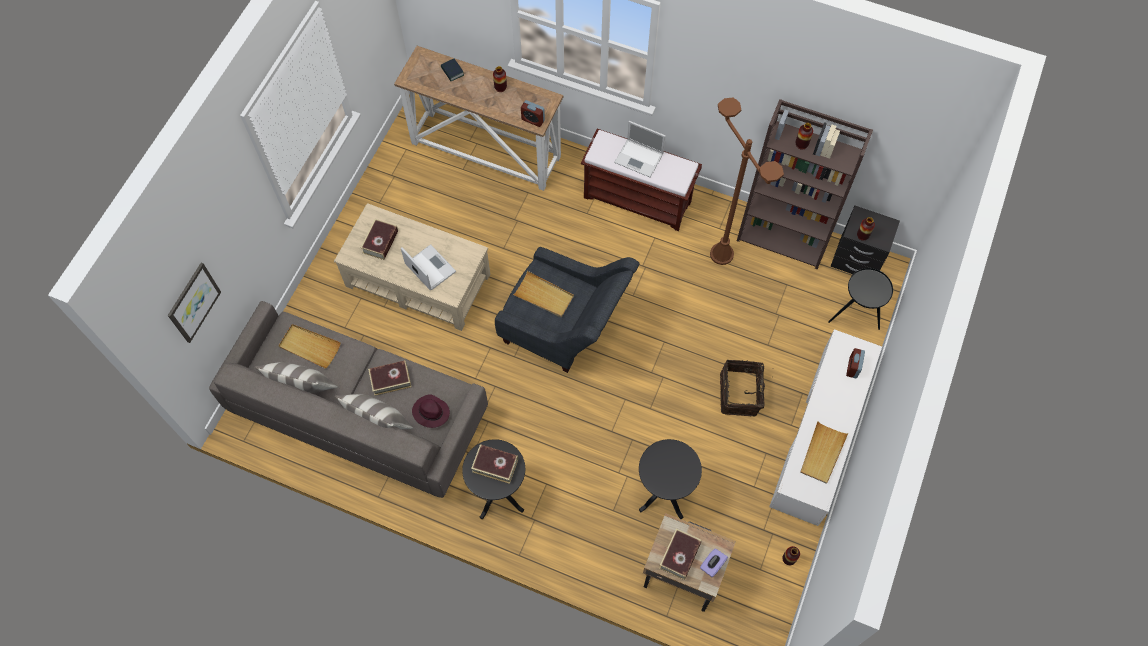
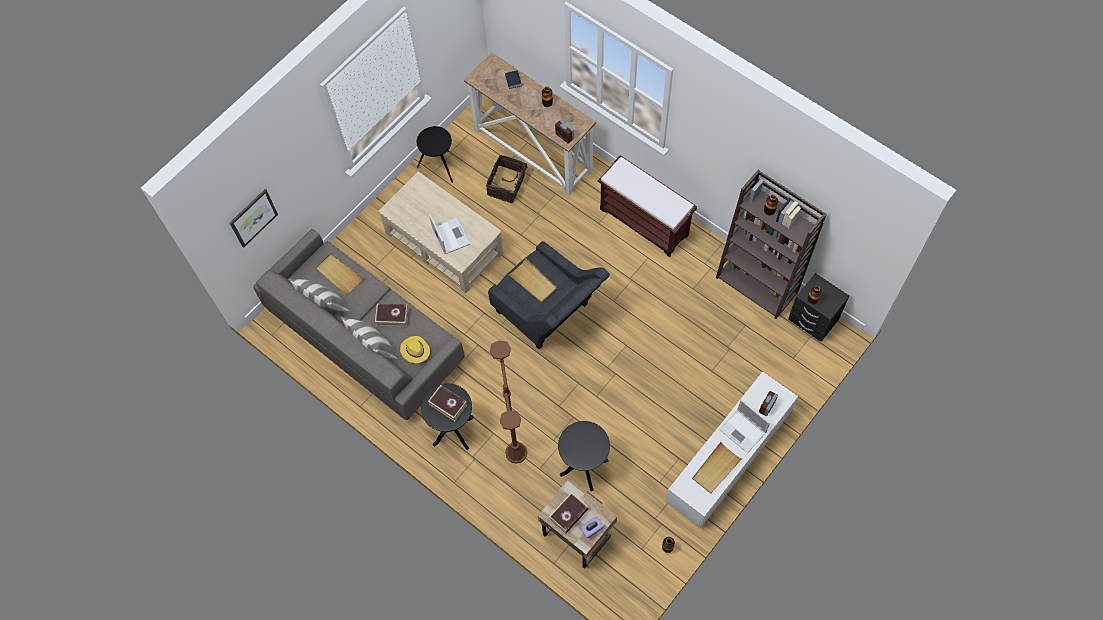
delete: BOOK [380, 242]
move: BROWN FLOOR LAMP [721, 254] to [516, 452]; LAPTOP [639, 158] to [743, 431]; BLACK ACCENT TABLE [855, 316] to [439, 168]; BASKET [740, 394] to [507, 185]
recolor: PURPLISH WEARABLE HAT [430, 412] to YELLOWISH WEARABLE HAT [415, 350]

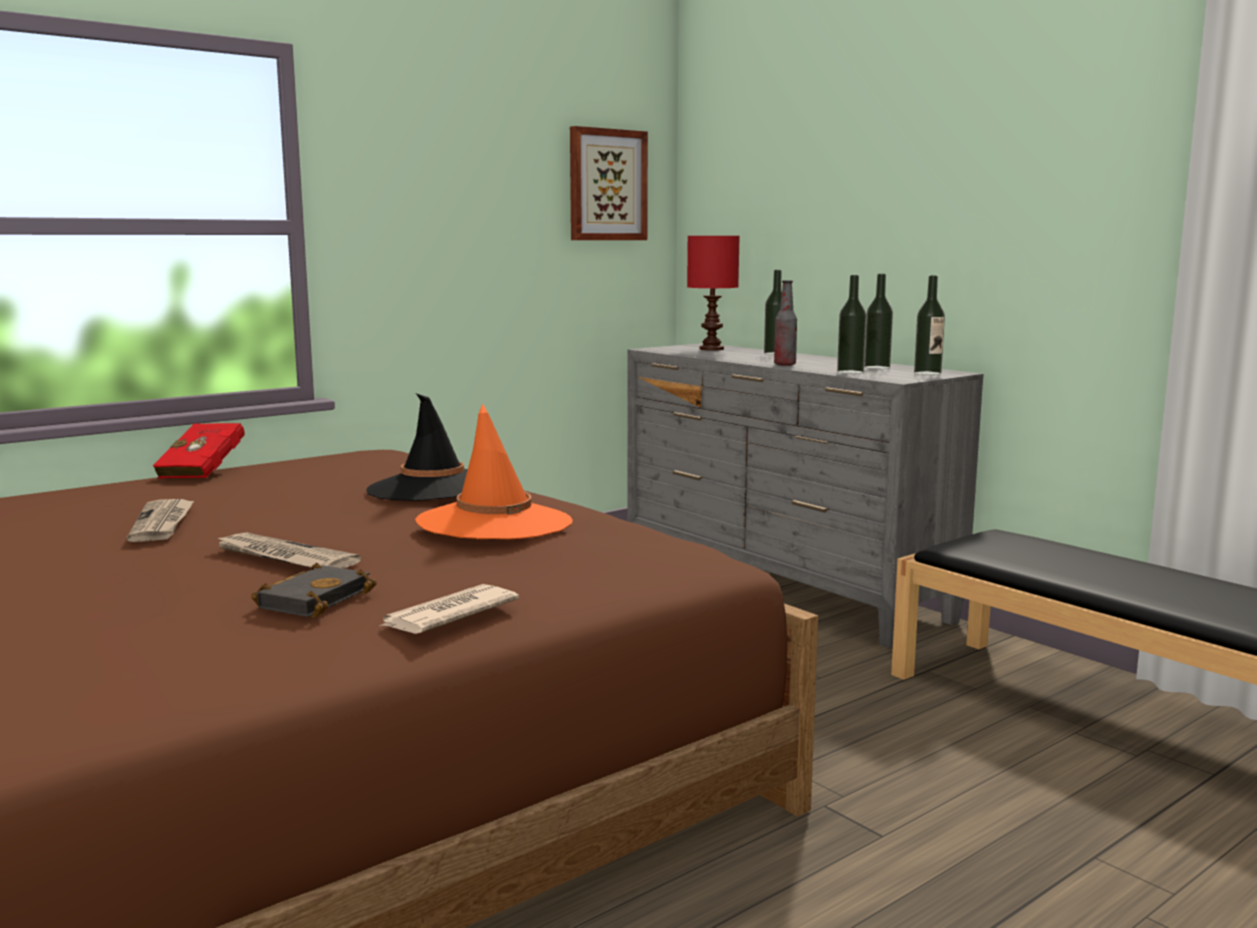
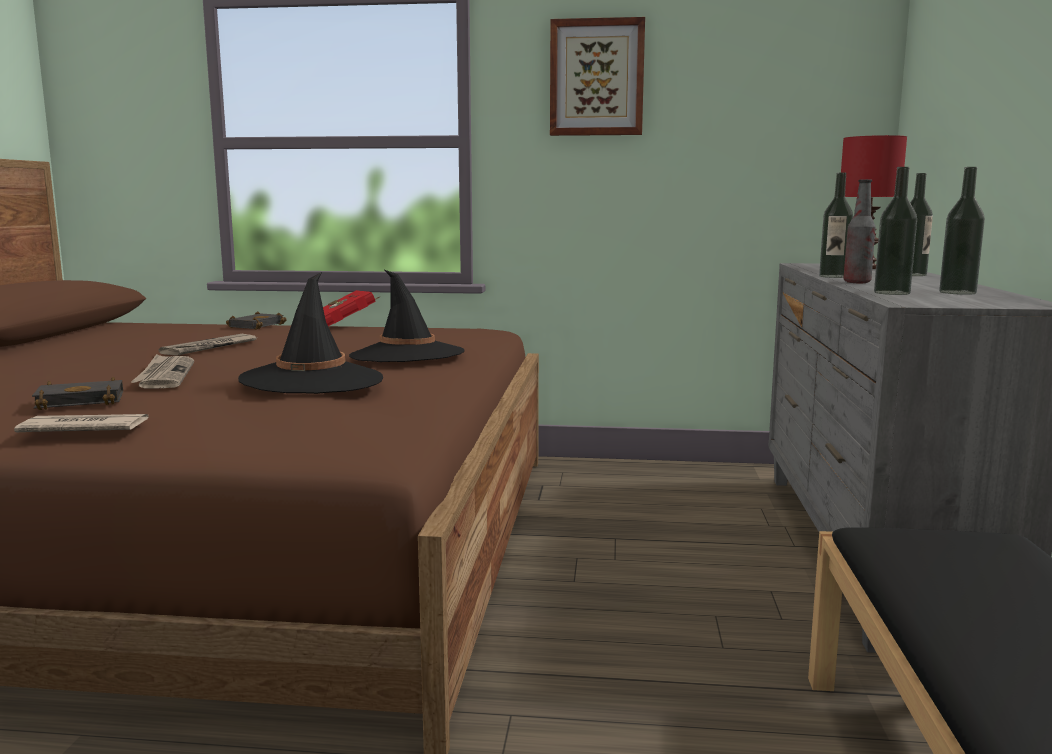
insert: BLACK BOOK [256, 325]
move: WALL PICTURE [607, 185] to [596, 78]; BEVERAGE BOTTLE [927, 373] to [833, 276]
recolor: ORANGEY WEARABLE HAT [494, 523] to BLACK WEARABLE HAT [312, 380]

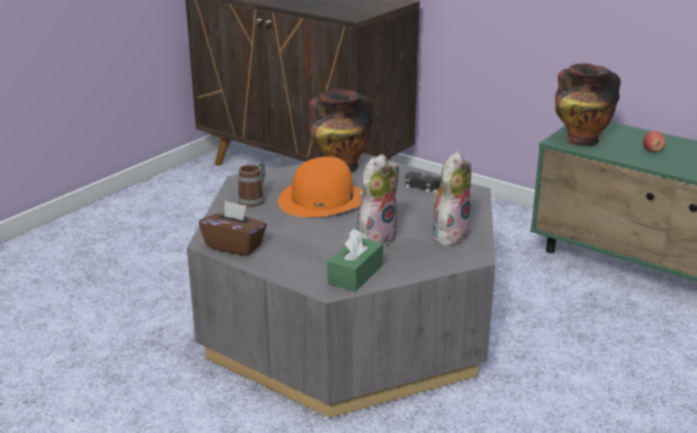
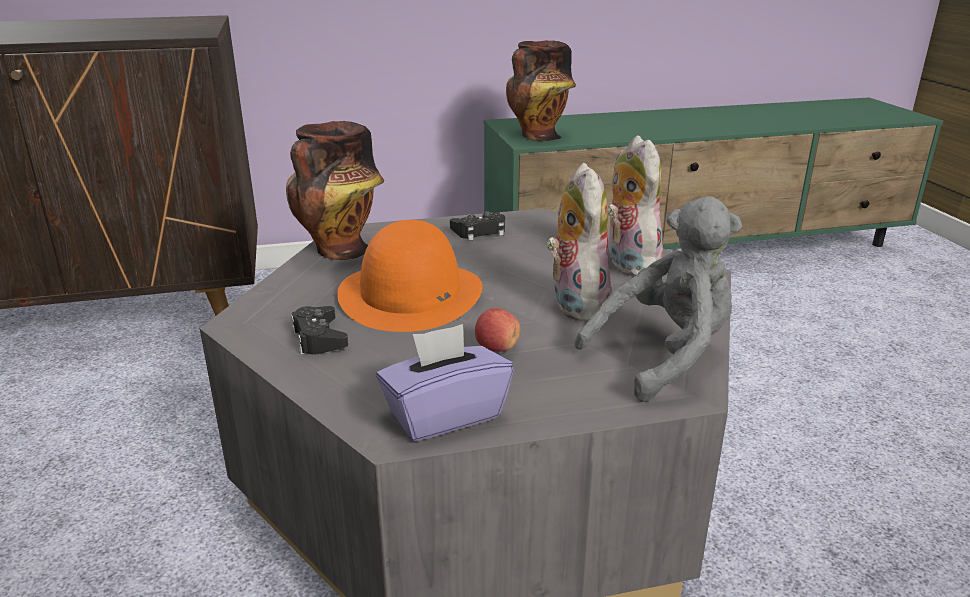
move: APPLE FRUIT [652, 151] to [497, 348]
replace: MUG [254, 199] to BLACK GAME CONTROLLER [319, 338]; GREENISH BOX OF TISSUES [355, 274] to GREYISH PLUSH TOY [664, 356]
recolor: BROWN BOX OF TISSUES [234, 246] to PURPLISH BOX OF TISSUES [444, 415]

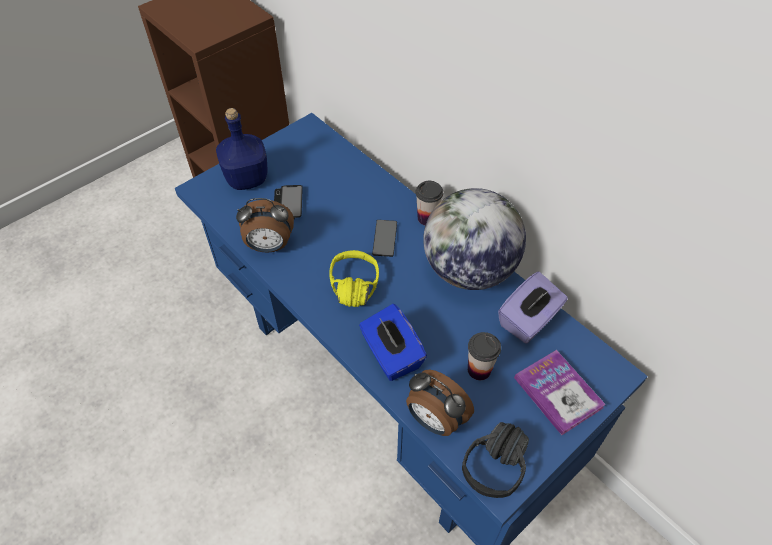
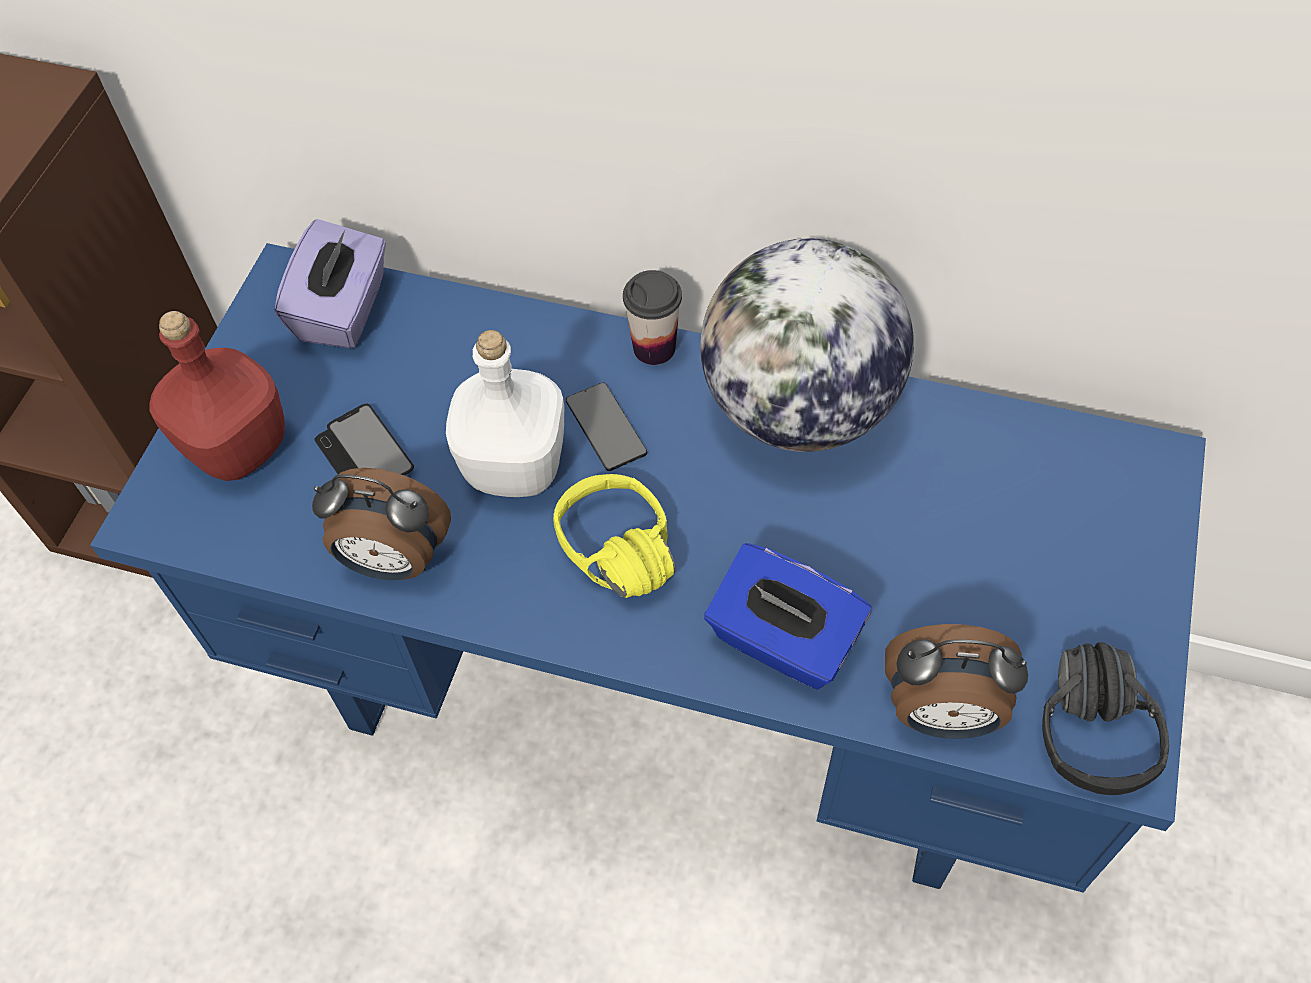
delete: DRINKING CUP [479, 369]; BOOK [558, 392]
insert: WHITE BEVERAGE BOTTLE [515, 468]
move: PURPLISH BOX OF TISSUES [529, 320] to [344, 310]
recolor: BLUE BEVERAGE BOTTLE [246, 178] to RED-COLOURED BEVERAGE BOTTLE [236, 446]
rotate: BEDSIDE CLOCK [269, 246] = [393, 561] 45 degrees clockwise

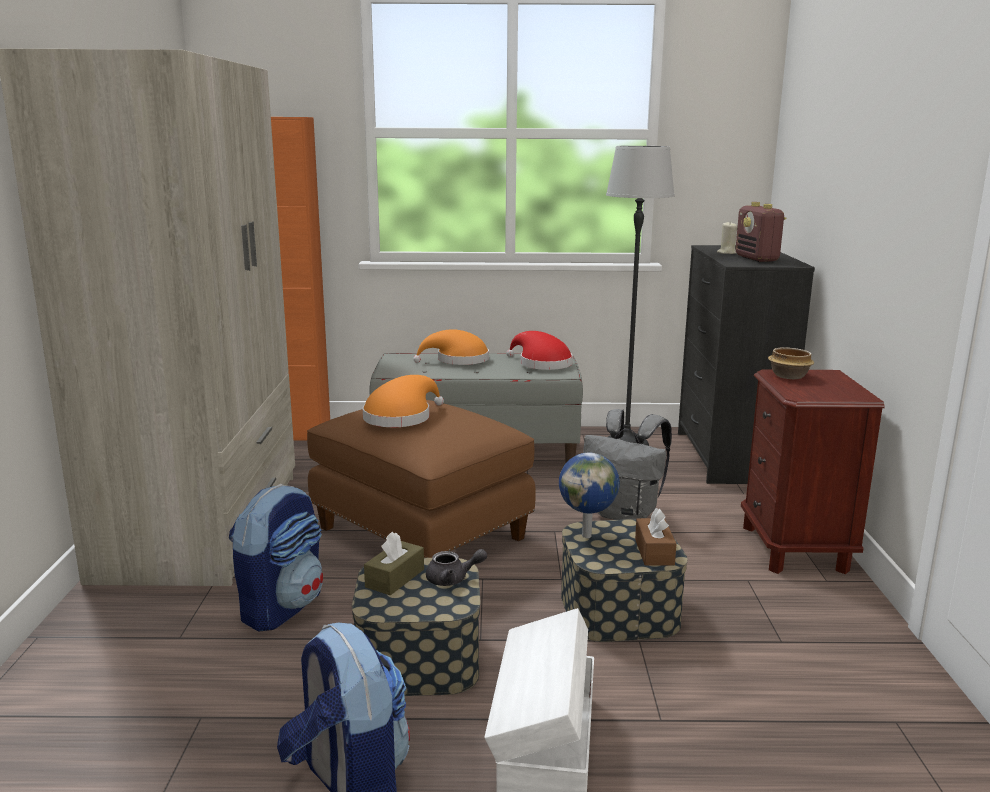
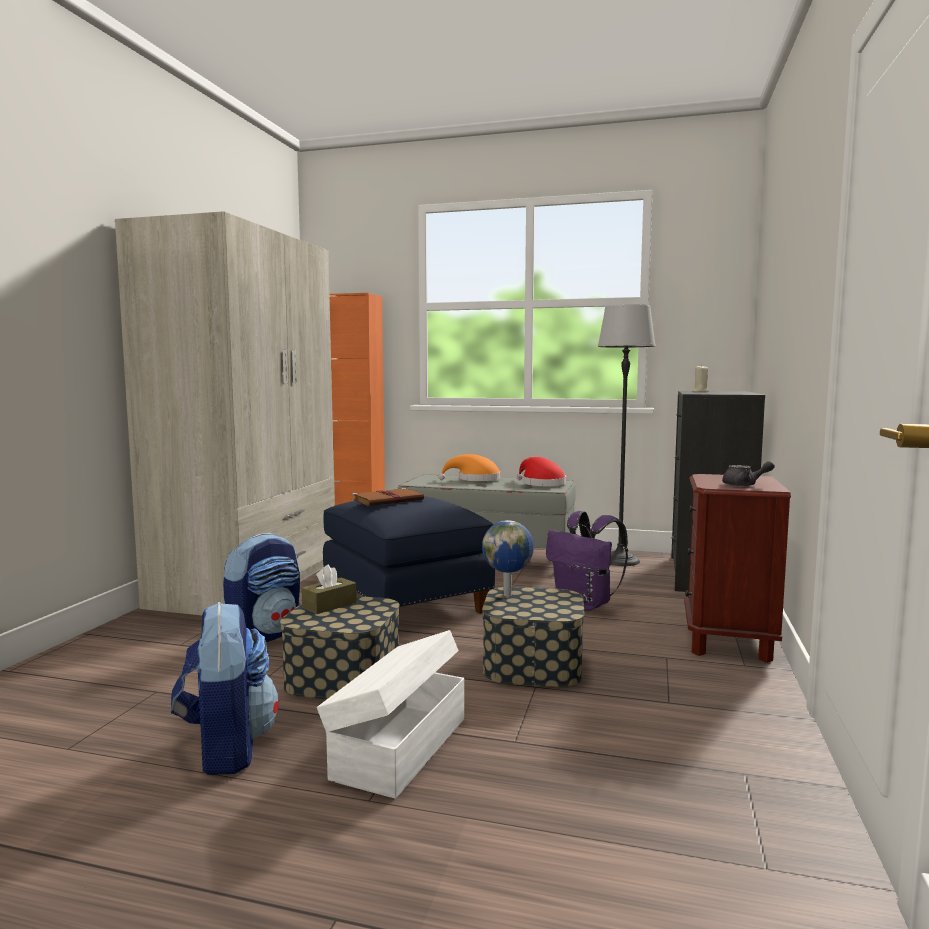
delete: RADIO RECEIVER [757, 259]; BOWL [788, 376]; BROWN BOX OF TISSUES [654, 552]
move: GREYISH TEAPOT [452, 579] to [744, 485]
replace: ORANGEY WEARABLE HAT [401, 417] to BROWN BOOK [389, 500]
recolor: BROWN OTTOMAN [419, 533] to BLUE OTTOMAN [403, 602]; GREYISH RUCKSACK [626, 514] to PURPLISH RUCKSACK [585, 605]

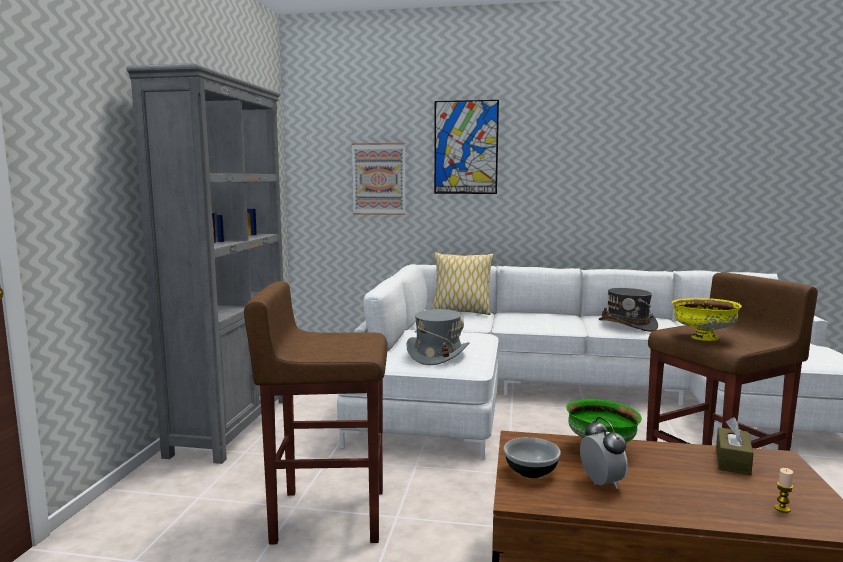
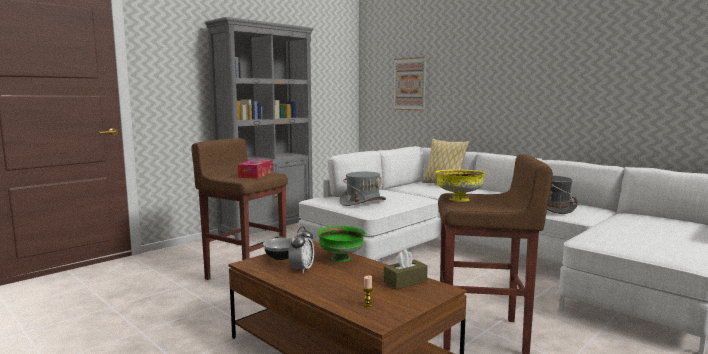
delete: WALL PICTURE [466, 147]
insert: BOX OF TISSUES [256, 175]

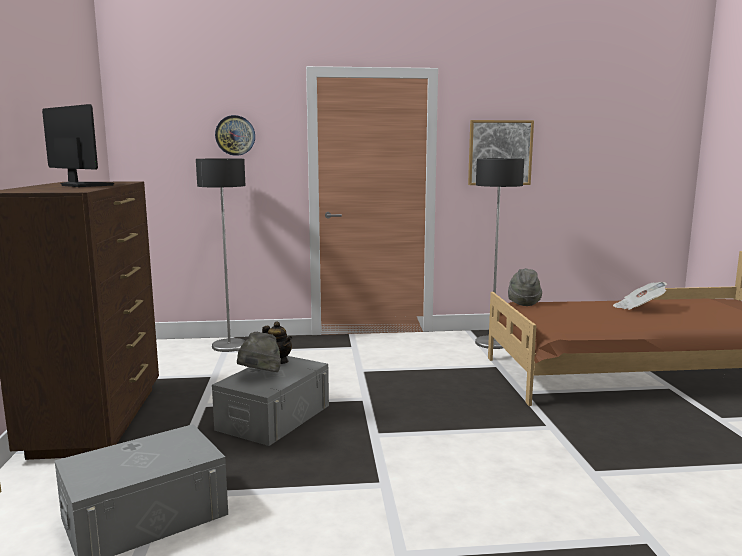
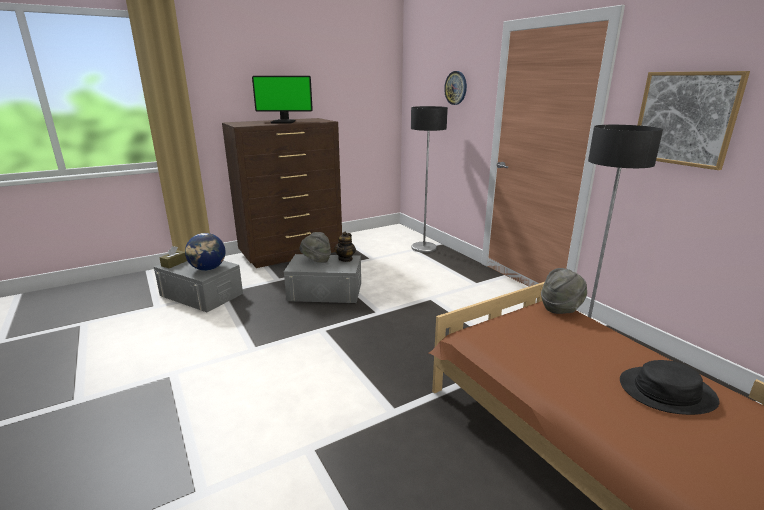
insert: DESK GLOBE [208, 269]; BROWN BOX OF TISSUES [174, 263]
replace: DAILY PAPER [638, 308] to BLACK WEARABLE HAT [666, 391]
rotate: COMPUTER SCREEN [84, 185] = [284, 122] 75 degrees clockwise

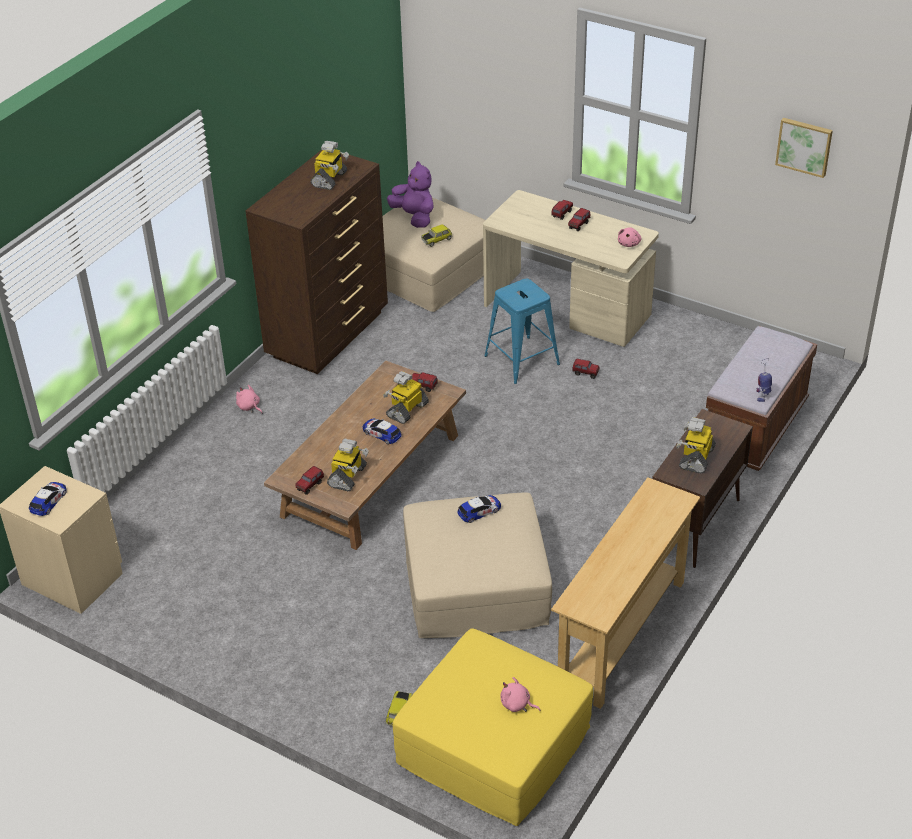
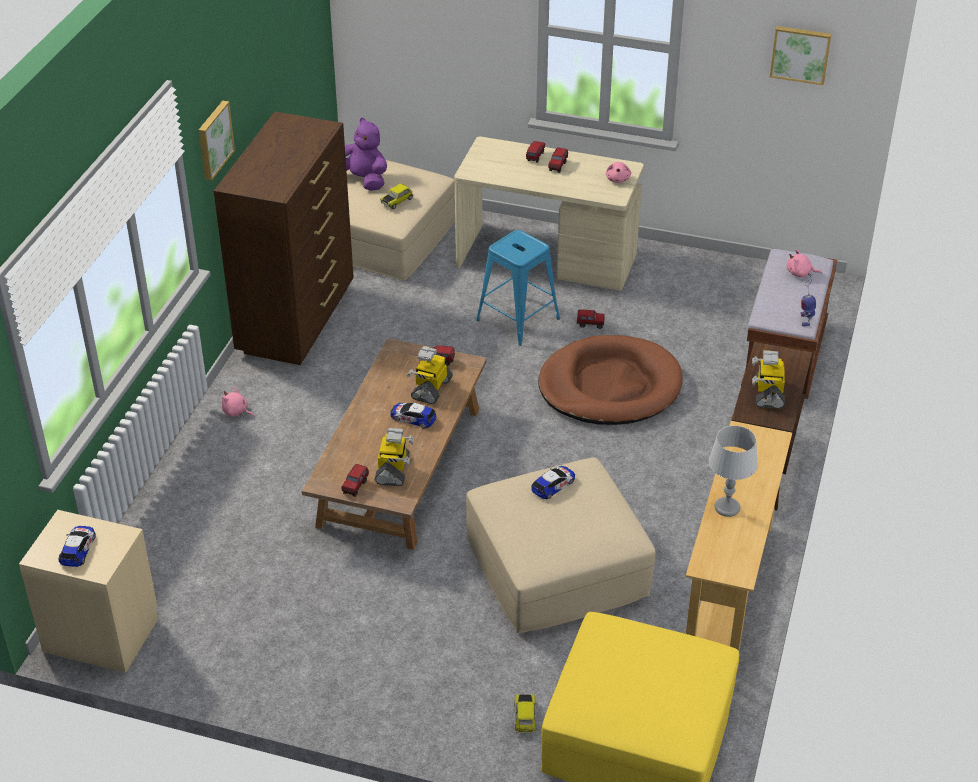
delete: ROBOT FIGURE [330, 179]
insert: WALL PICTURE [213, 139]; BROWN PET BED [609, 386]; GREYISH TABLE LAMP [727, 507]
move: PINK PLUSH TOY [517, 704] to [800, 273]

